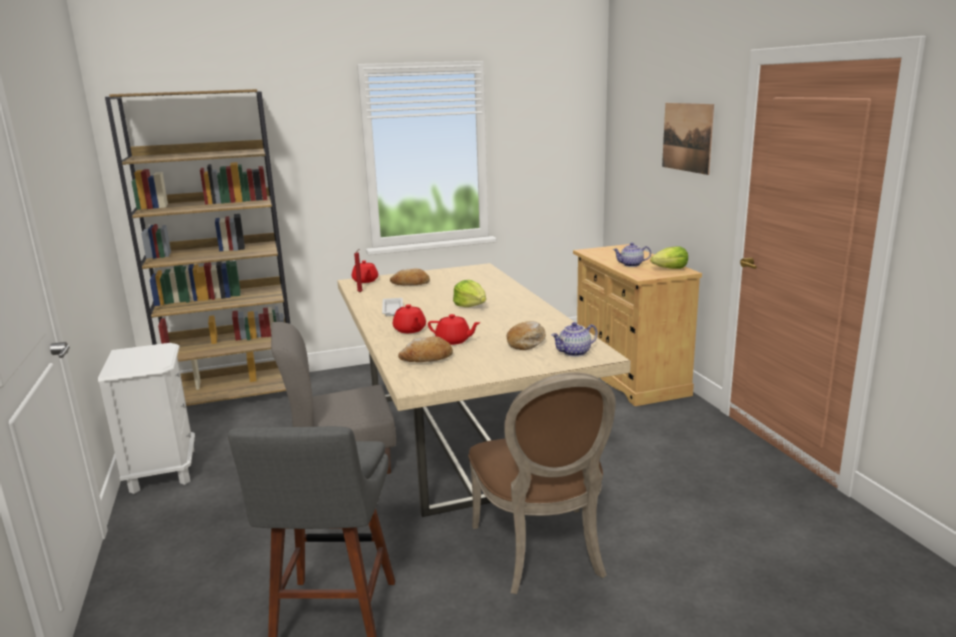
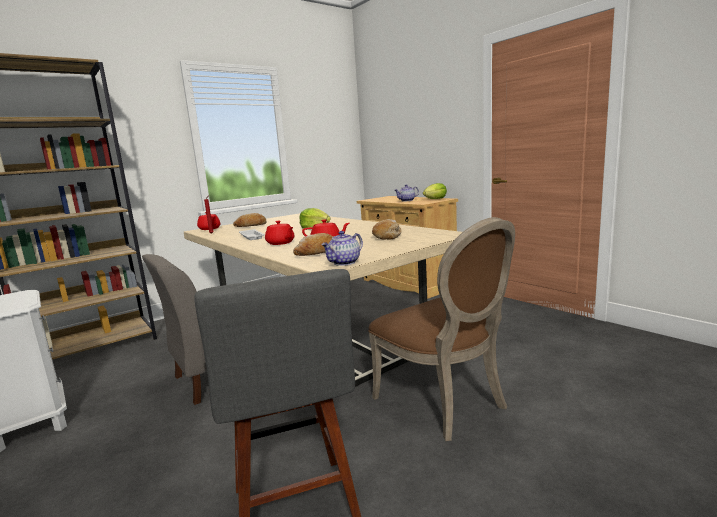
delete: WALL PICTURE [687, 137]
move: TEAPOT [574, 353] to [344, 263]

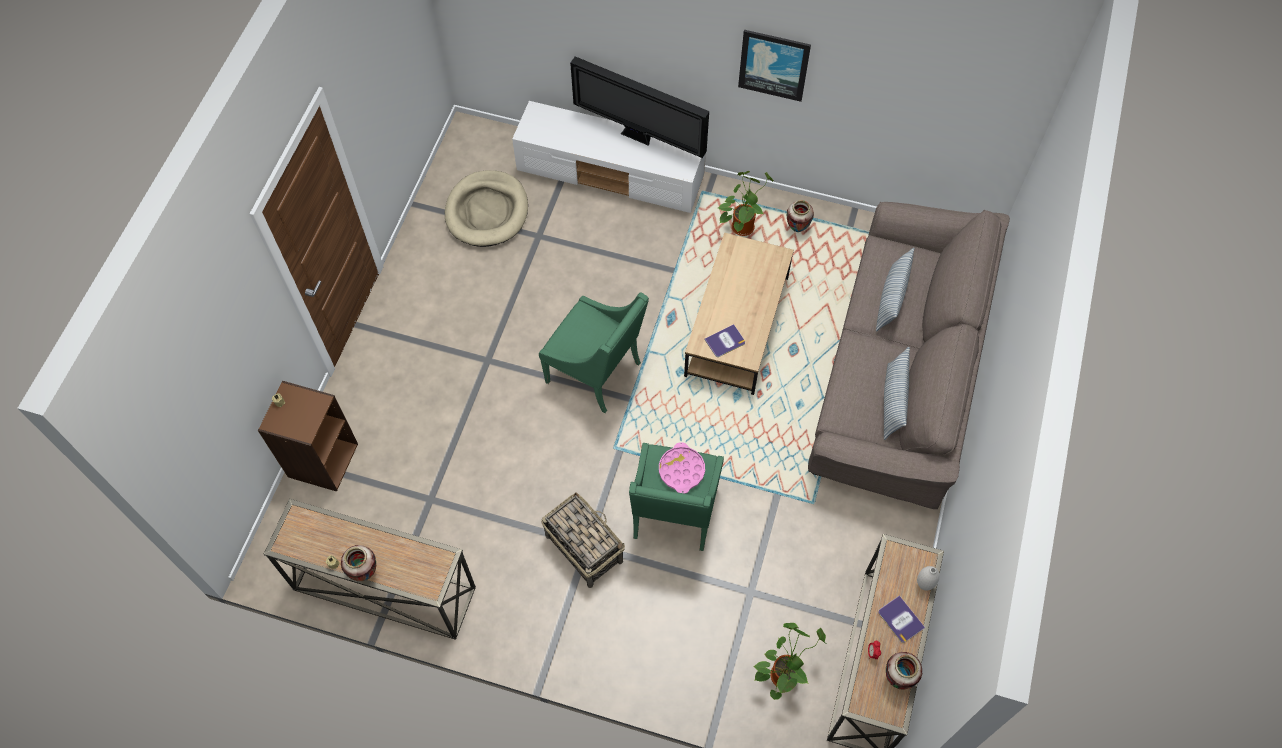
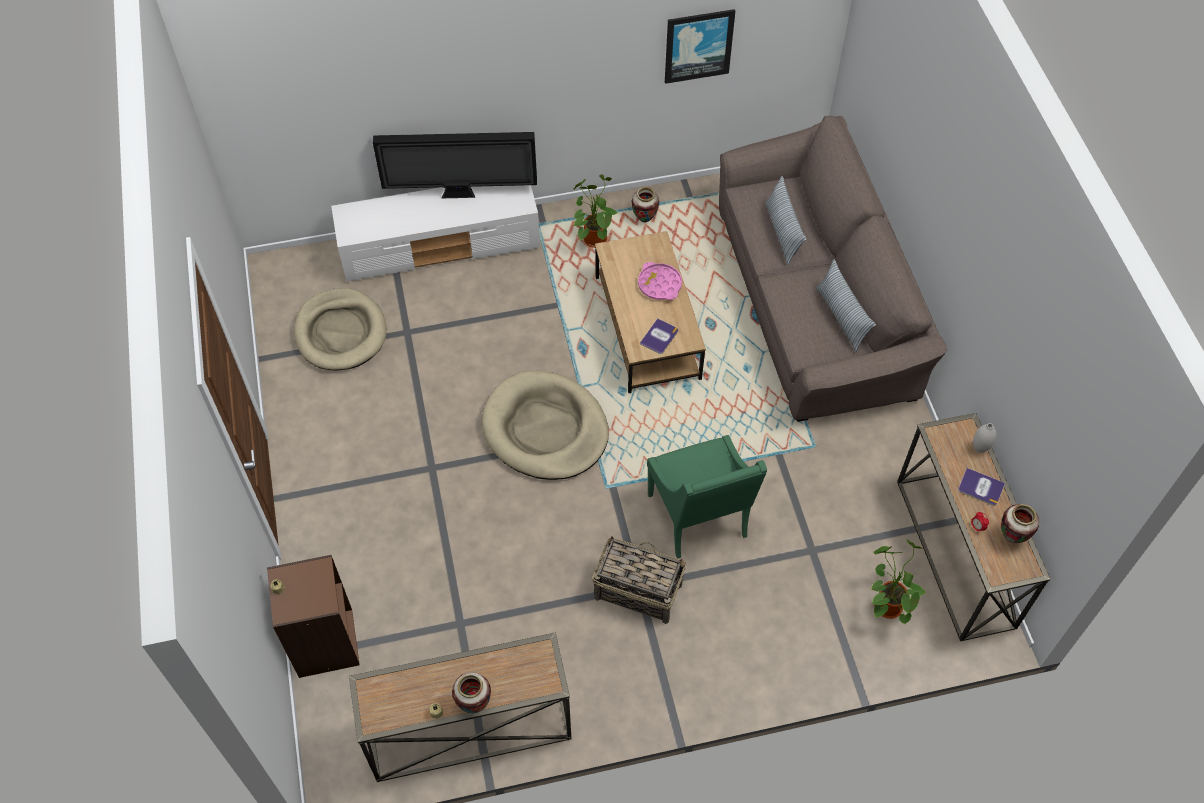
move: WALL PICTURE [774, 64] to [698, 45]; PINK TRAY [681, 470] to [659, 284]
replace: GREENISH ARMCHAIR [596, 373] to BEIGE-COLOURED PET BED [545, 429]

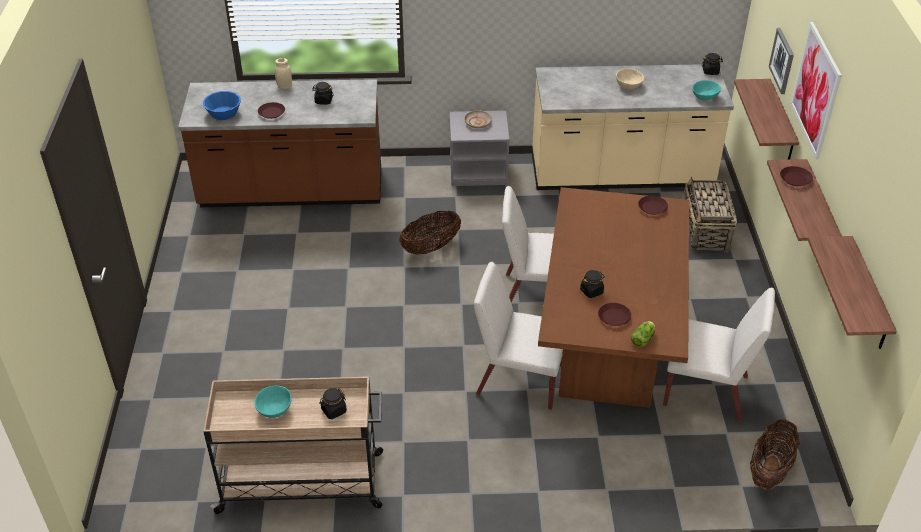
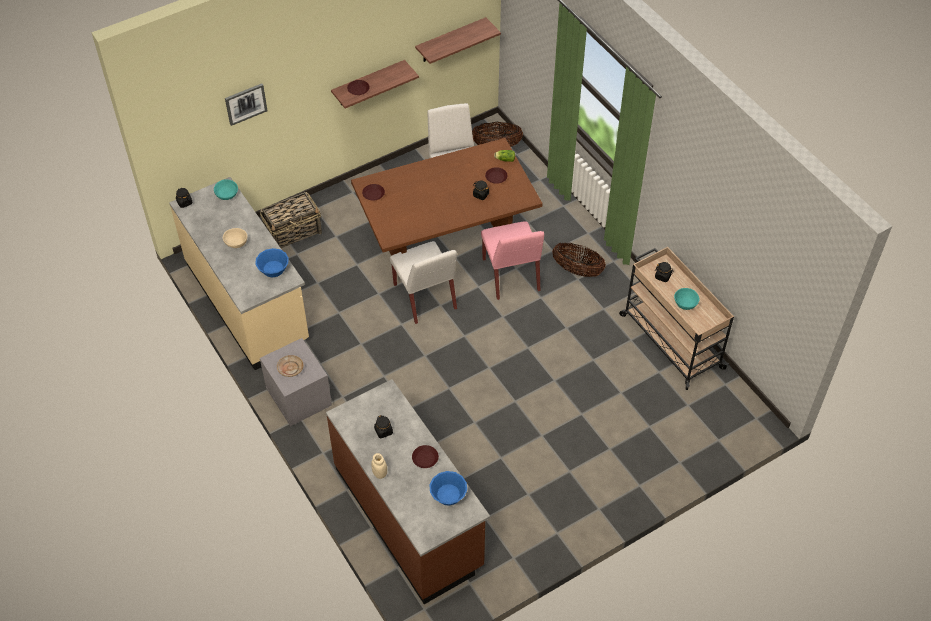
delete: WALL PICTURE [815, 90]; SHELF [781, 122]
insert: BLUE BOWL [273, 268]
move: BASKET [431, 247] to [577, 270]
recolor: WHITE PLAIN CHAIR [519, 379] to PINK PLAIN CHAIR [511, 275]

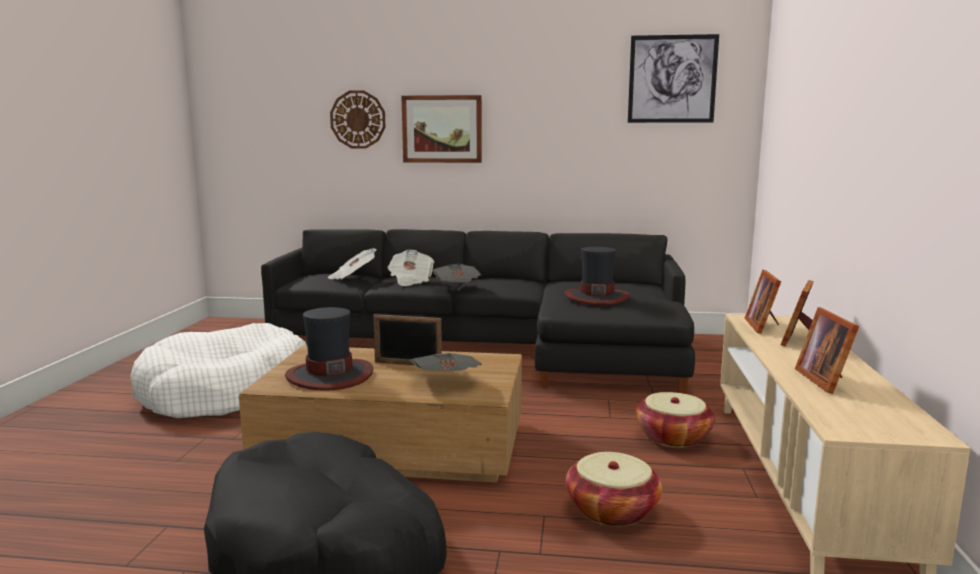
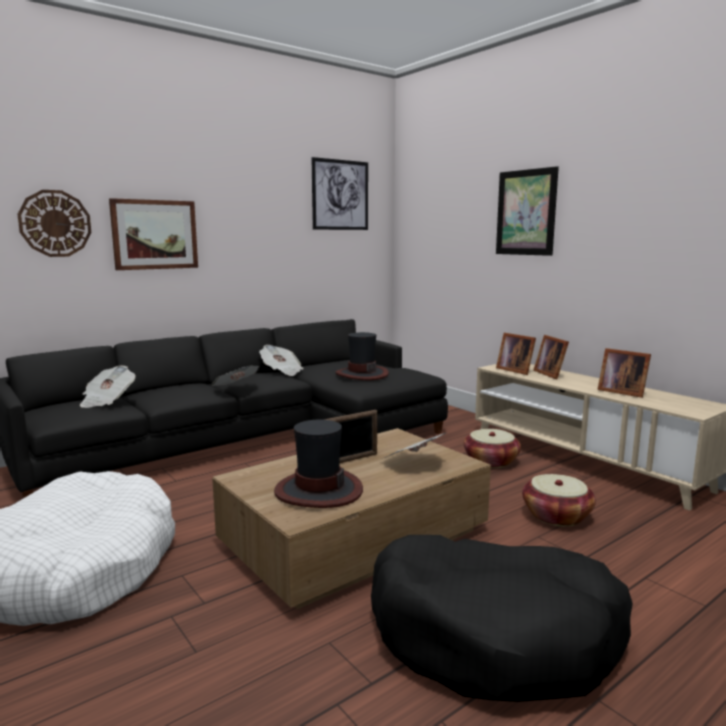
insert: WALL PICTURE [526, 212]
move: DAILY PAPER [410, 281] to [282, 371]

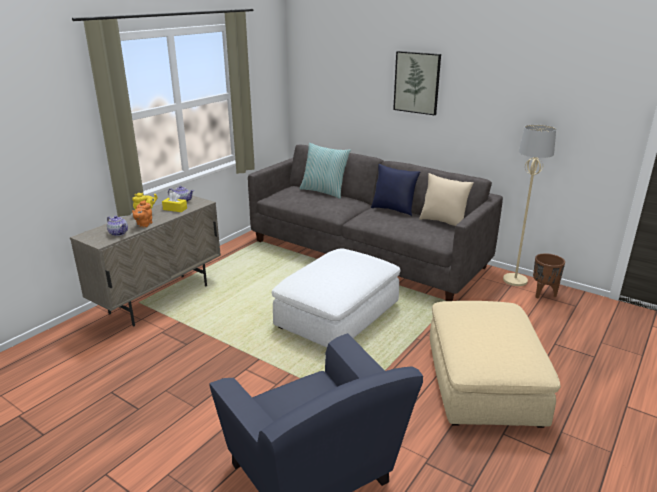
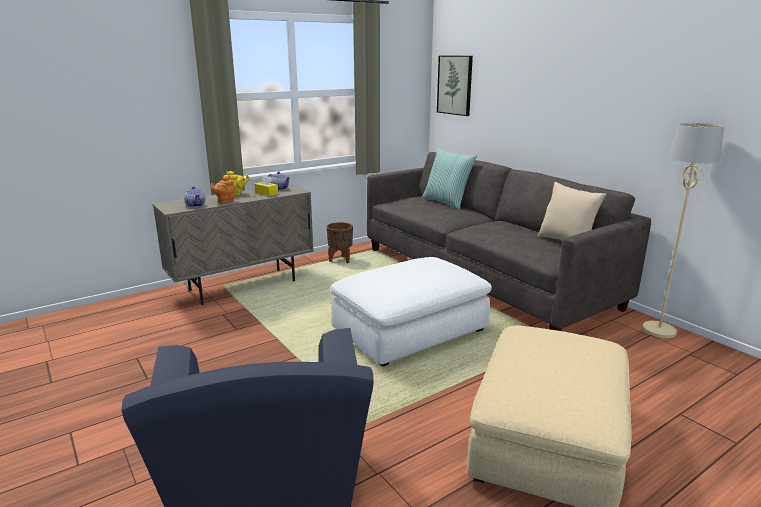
delete: BLUE CUSHION [393, 210]
move: WALL PICTURE [417, 82] to [455, 85]; BROWN PLANTER [543, 294] to [340, 260]

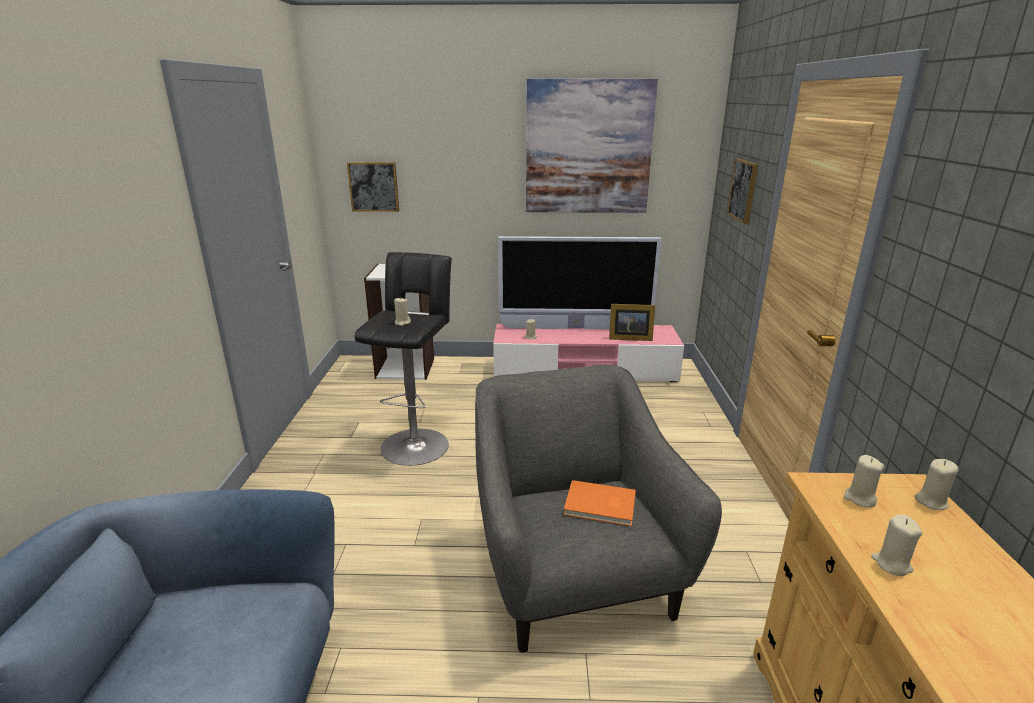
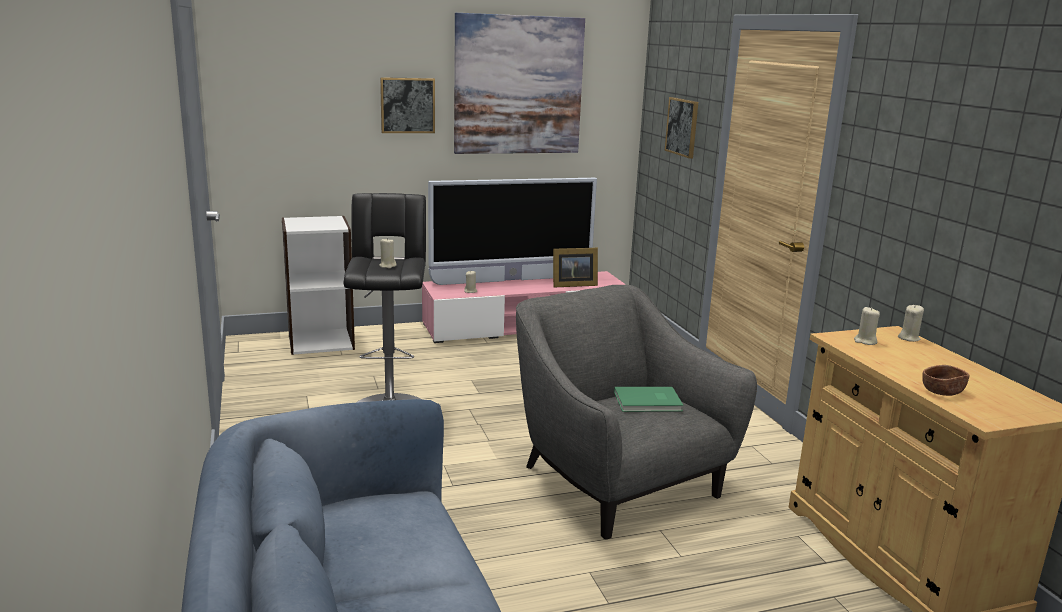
delete: BEIGE-COLOURED WAX LIGHT [891, 564]
insert: BROWN BOWL [942, 391]
move: WALL PICTURE [373, 186] to [407, 105]
recolor: ORANGEY BOOK [601, 506] to GREENISH BOOK [649, 402]

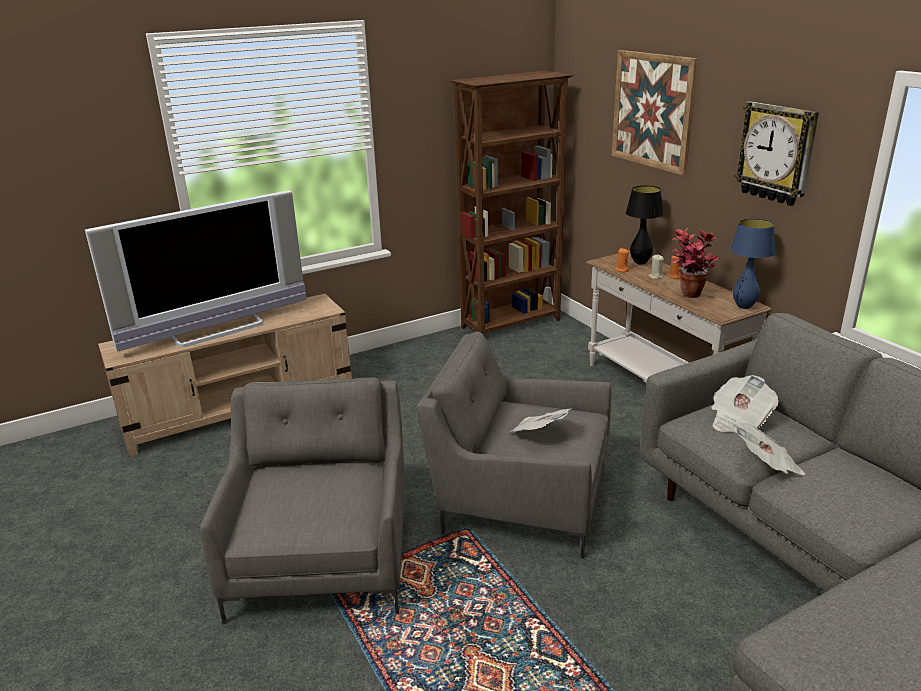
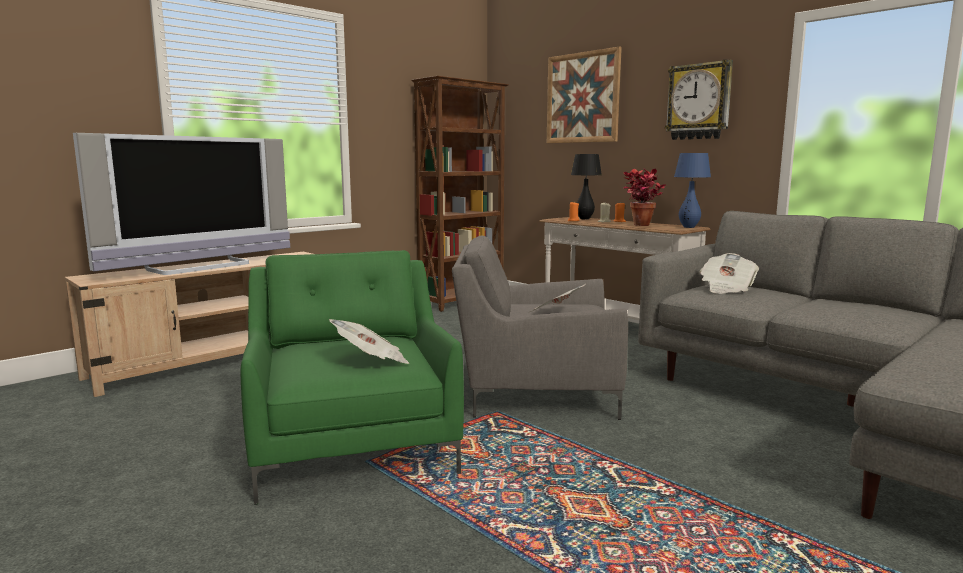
move: DAILY PAPER [766, 465] to [372, 361]
recolor: GREYISH ARMCHAIR [323, 556] to GREENISH ARMCHAIR [353, 443]

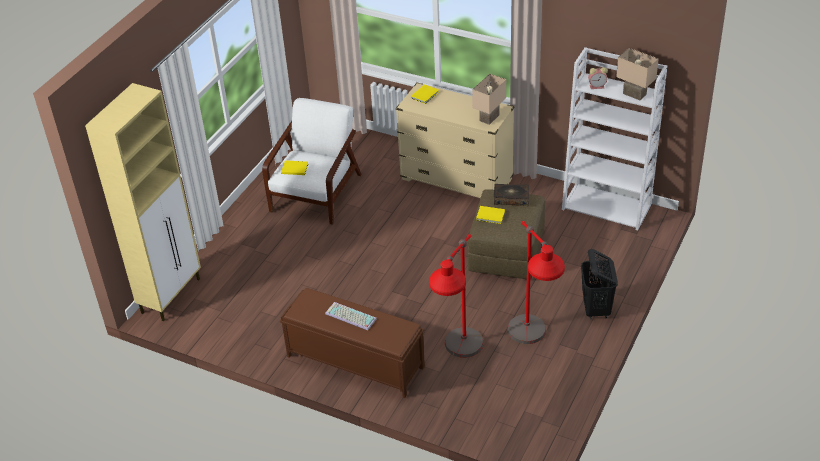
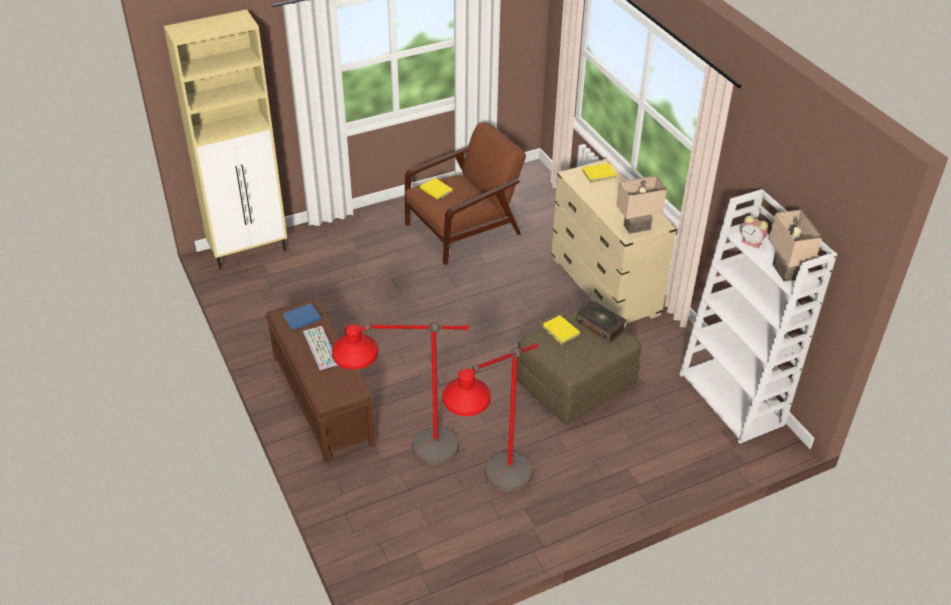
delete: BLACK WASHING BASKET [596, 309]
insert: BLUE BOOK [301, 318]
recolor: WHITE ARMCHAIR [317, 192] to BROWN ARMCHAIR [464, 229]

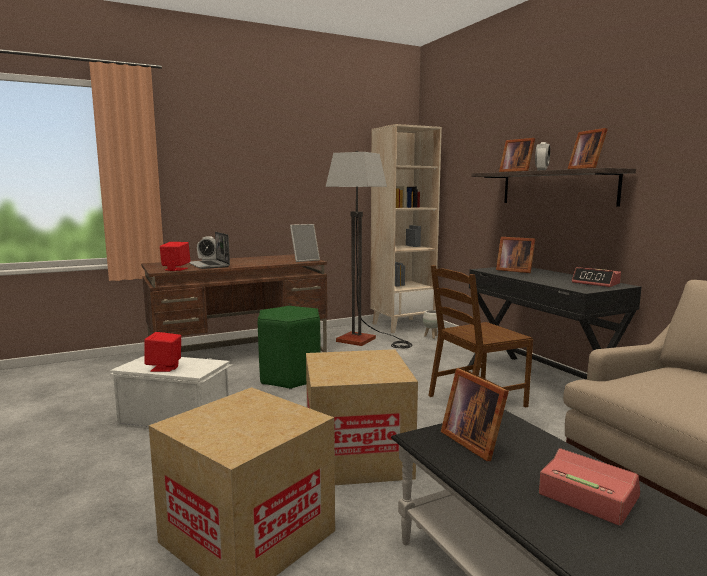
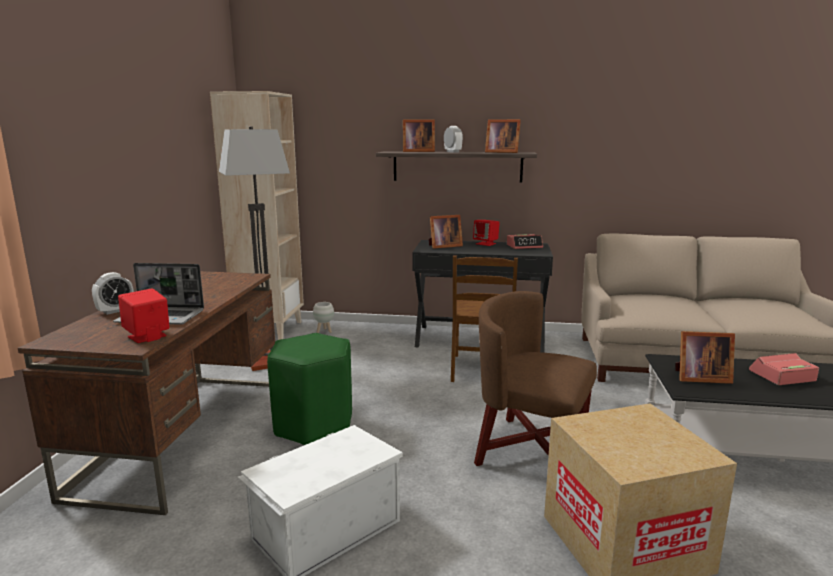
delete: PHOTO FRAME [304, 260]
move: RED-COLOURED AUDIO SPEAKER [164, 368] to [486, 244]
replace: CARDBOARD BOX [357, 456] to BROWN ARMCHAIR [530, 450]

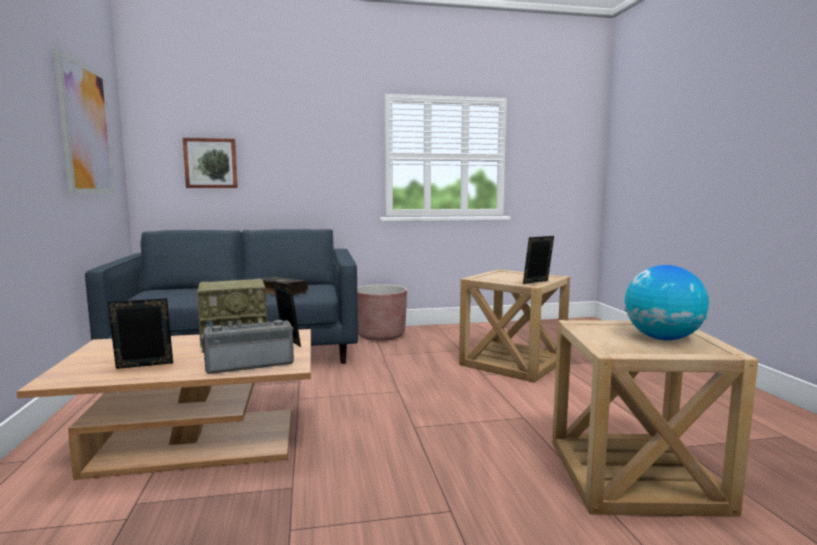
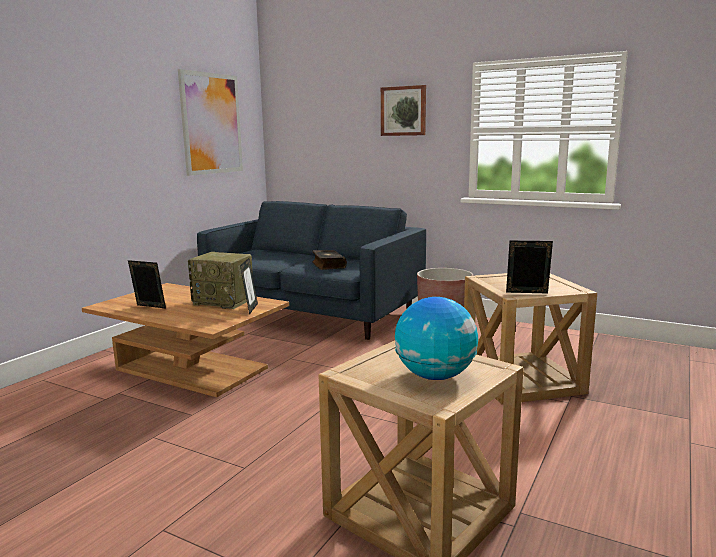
delete: RADIO RECEIVER [250, 364]
move: WALL PICTURE [211, 163] to [403, 111]

